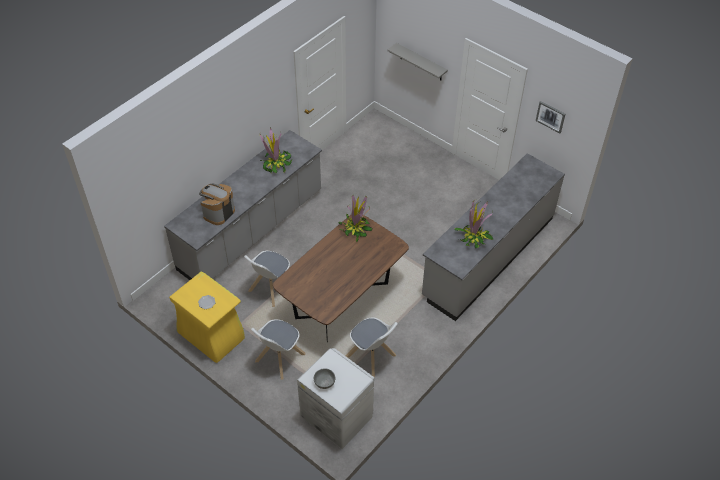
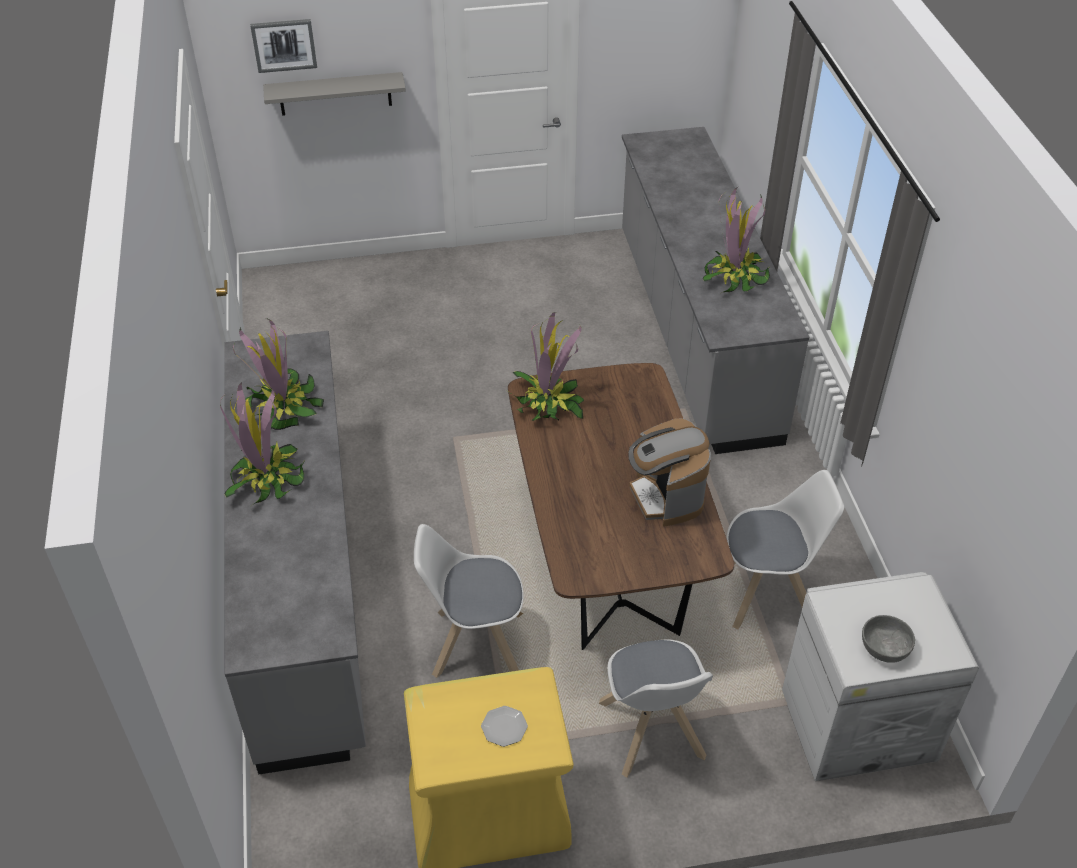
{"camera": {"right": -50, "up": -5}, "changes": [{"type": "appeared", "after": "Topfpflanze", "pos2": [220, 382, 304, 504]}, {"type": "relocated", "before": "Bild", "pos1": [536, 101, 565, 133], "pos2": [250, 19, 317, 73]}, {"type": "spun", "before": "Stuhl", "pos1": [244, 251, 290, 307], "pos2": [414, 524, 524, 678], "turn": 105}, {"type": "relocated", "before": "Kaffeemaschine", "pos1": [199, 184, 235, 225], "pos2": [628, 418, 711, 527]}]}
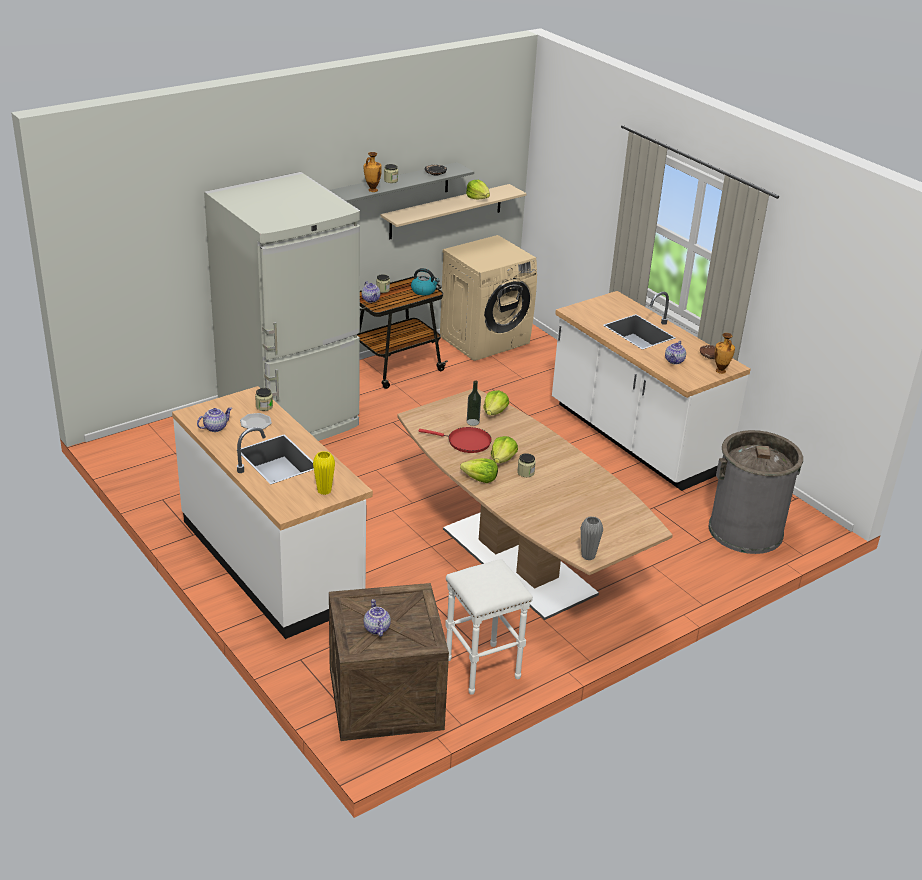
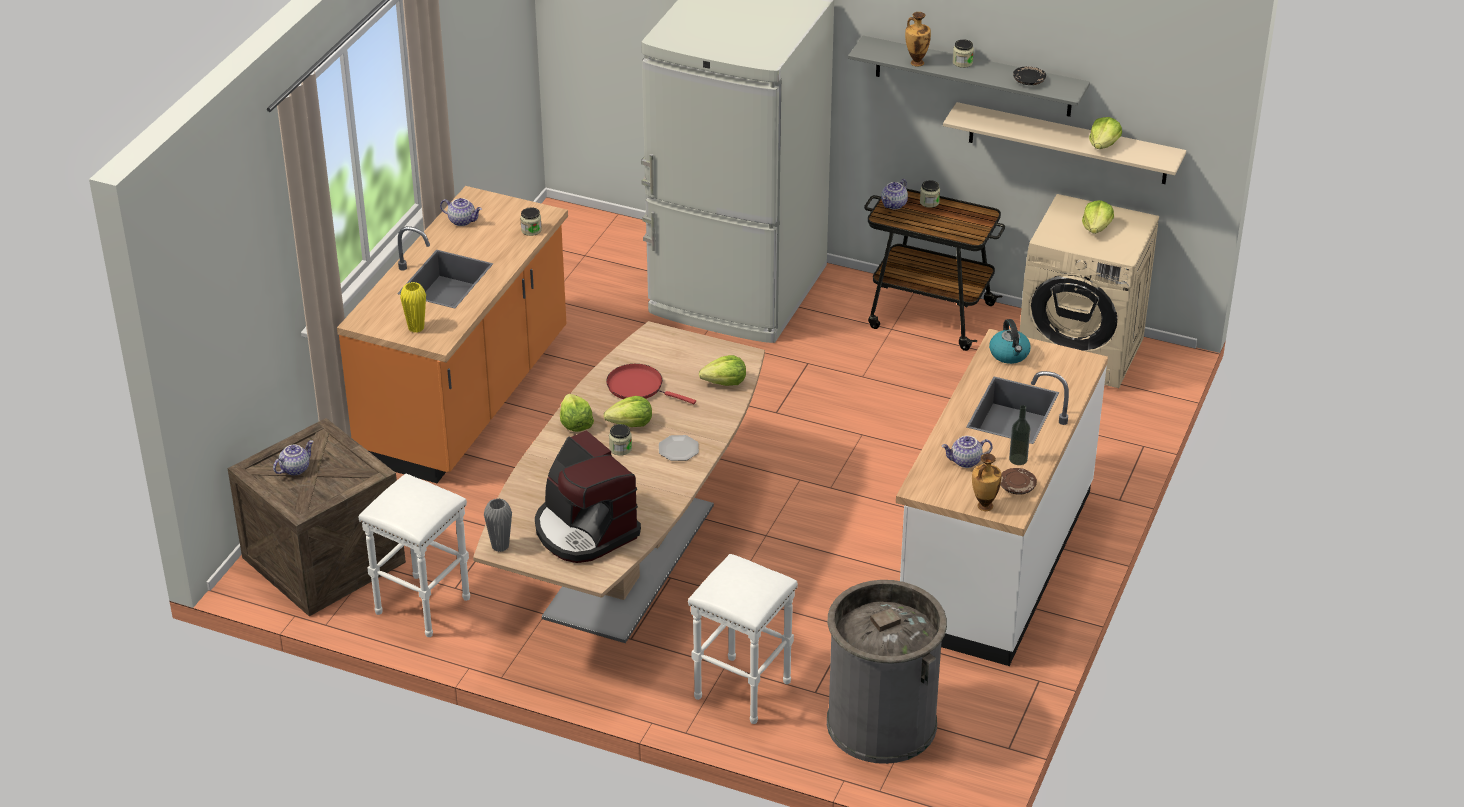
{"camera": {"right": 60, "up": 5}, "changes": [{"type": "colour", "before": "Küchenzeile [weiß]", "after": "Küchenzeile [orange]", "pos1": [172, 386, 373, 639], "pos2": [337, 186, 568, 483]}, {"type": "appeared", "after": "Kaffeemaschine", "pos2": [535, 430, 641, 563]}, {"type": "spun", "before": "Pfanne [rot]", "pos1": [418, 427, 492, 453], "pos2": [606, 364, 696, 404], "turn": 135}, {"type": "relocated", "before": "Teller", "pos1": [240, 413, 272, 429], "pos2": [659, 435, 699, 461]}, {"type": "appeared", "after": "Hocker [weiß]", "pos2": [688, 554, 798, 724]}, {"type": "relocated", "before": "Wasserkessel", "pos1": [411, 268, 440, 295], "pos2": [989, 319, 1031, 364]}, {"type": "relocated", "before": "Flasche", "pos1": [467, 380, 481, 426], "pos2": [1009, 405, 1031, 465]}, {"type": "appeared", "after": "Salatkopf", "pos2": [1082, 200, 1114, 234]}]}
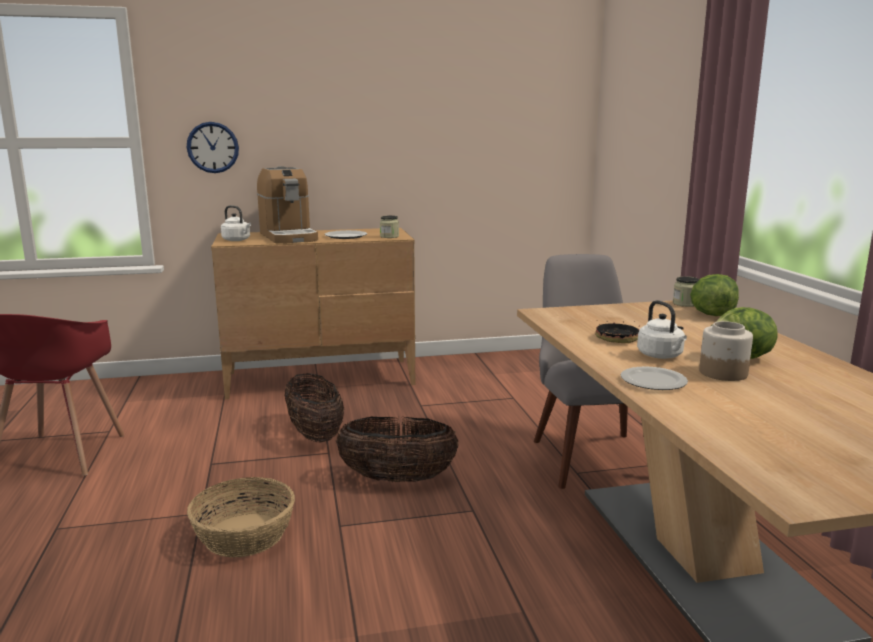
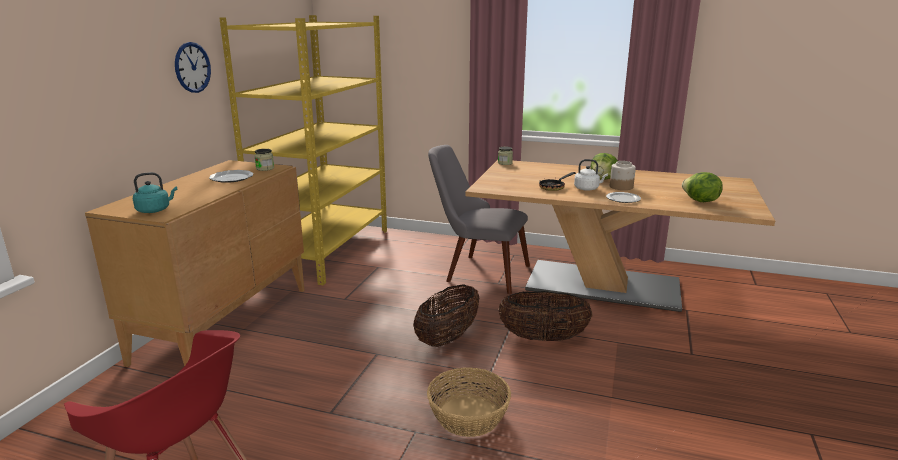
{"camera": {"right": -60, "up": 5}, "changes": [{"type": "colour", "before": "Wasserkessel [weiß]", "after": "Wasserkessel [türkis]", "pos1": [221, 205, 251, 241], "pos2": [133, 172, 177, 213]}, {"type": "relocated", "before": "Wanduhr", "pos1": [187, 122, 239, 173], "pos2": [175, 42, 211, 93]}, {"type": "appeared", "after": "Bücherregal [gelb]", "pos2": [219, 15, 387, 285]}, {"type": "relocated", "before": "Korb", "pos1": [284, 373, 344, 442], "pos2": [498, 291, 593, 341]}, {"type": "relocated", "before": "Salatkopf", "pos1": [690, 274, 739, 316], "pos2": [682, 172, 723, 202]}, {"type": "missing", "before": "Kaffeemaschine", "pos1": [257, 166, 318, 244]}]}
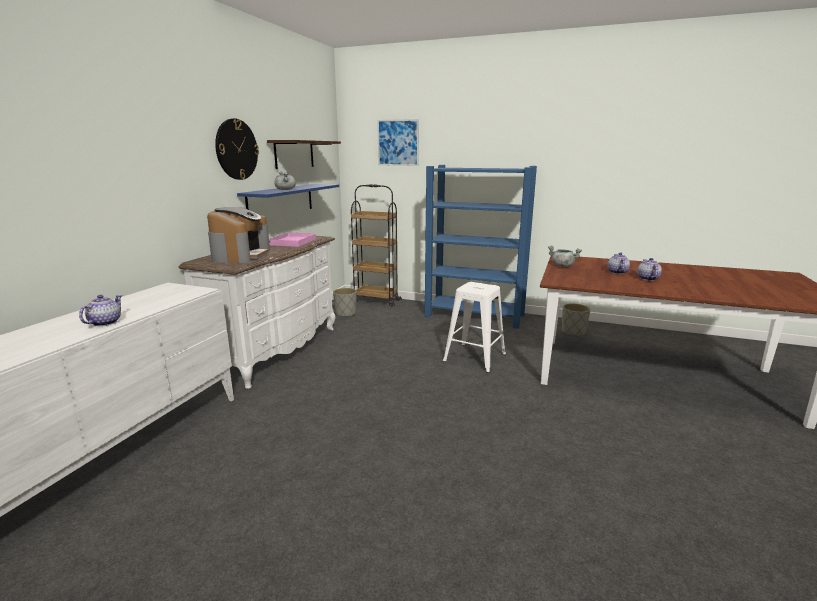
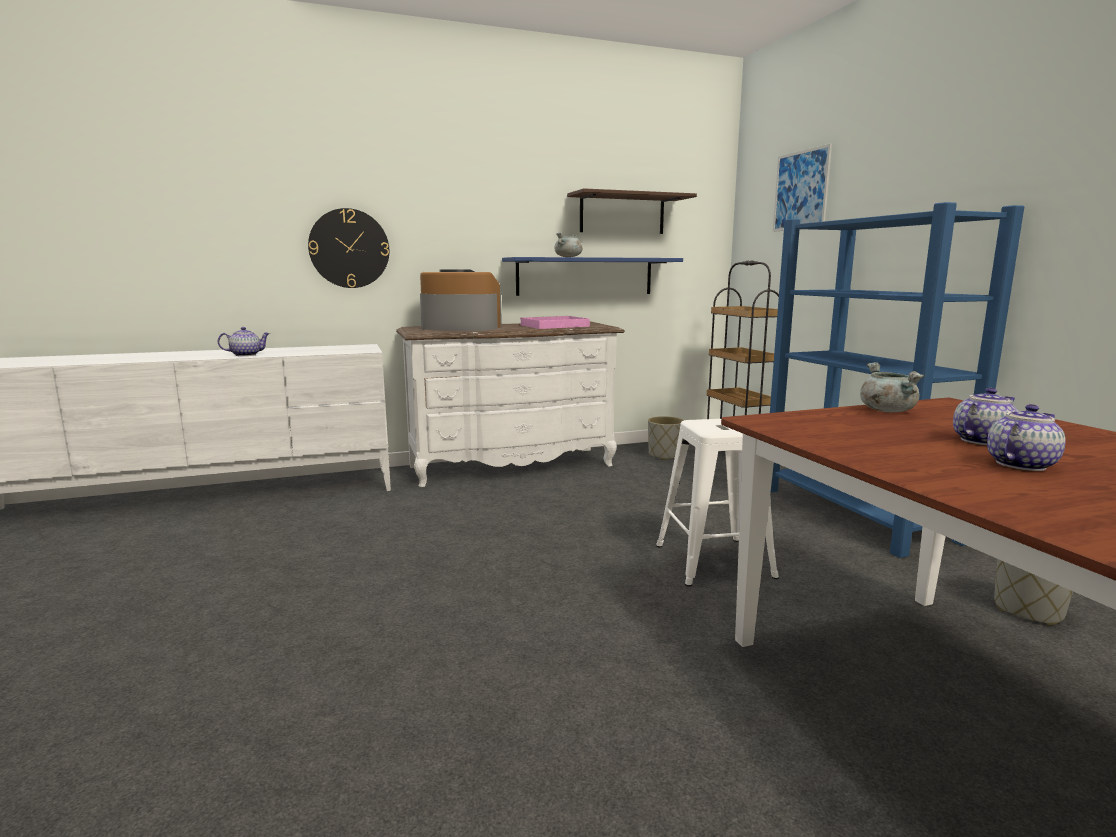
{"camera": {"right": 50, "up": -5}, "changes": [{"type": "relocated", "before": "Wanduhr", "pos1": [215, 118, 259, 180], "pos2": [308, 208, 389, 288]}, {"type": "spun", "before": "Kaffeemaschine", "pos1": [207, 207, 270, 263], "pos2": [420, 269, 502, 331], "turn": -135}]}
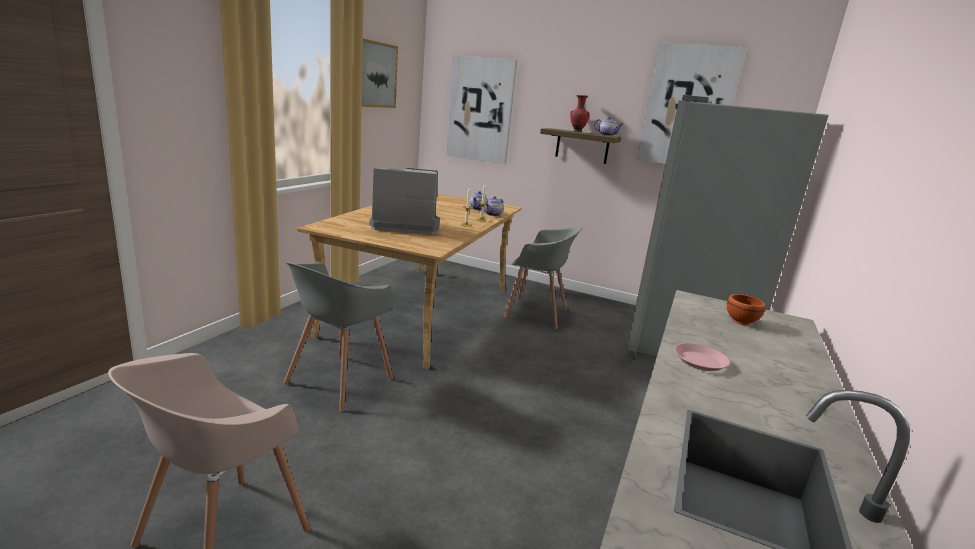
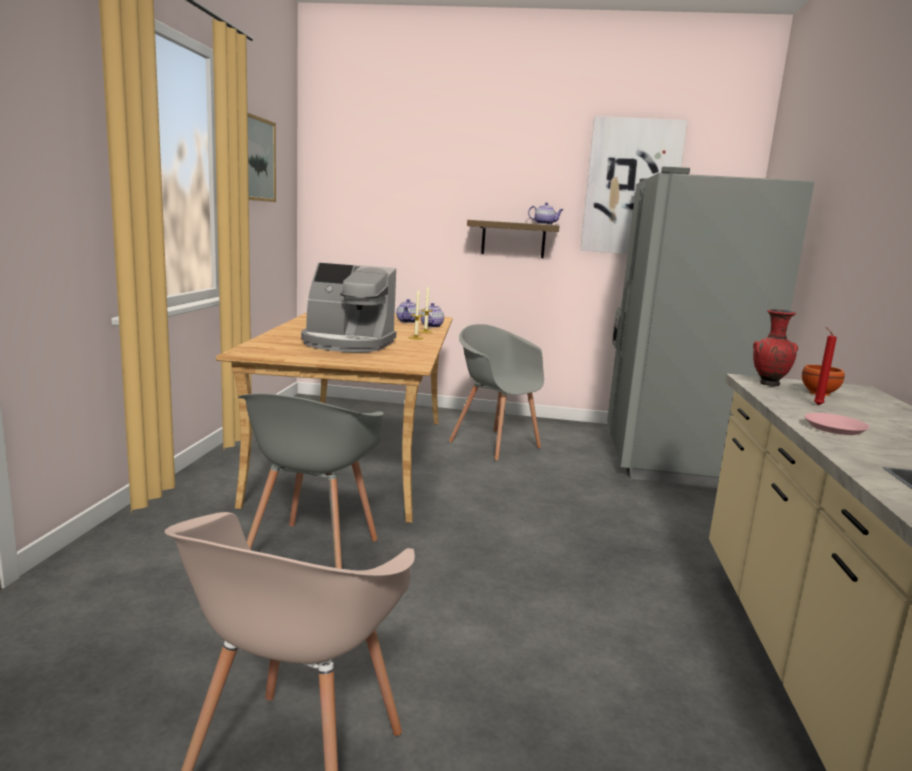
{"camera": {"right": -15, "up": -5}, "changes": [{"type": "spun", "before": "Kaffeemaschine", "pos1": [369, 168, 440, 235], "pos2": [301, 263, 396, 353], "turn": -150}, {"type": "spun", "before": "Stuhl [grau]", "pos1": [504, 227, 583, 329], "pos2": [449, 324, 544, 461], "turn": -135}, {"type": "relocated", "before": "Vase [rot]", "pos1": [570, 95, 590, 132], "pos2": [753, 309, 798, 386]}, {"type": "appeared", "after": "Kerze [rot]", "pos2": [814, 327, 837, 405]}, {"type": "missing", "before": "Bild", "pos1": [446, 55, 517, 164]}]}
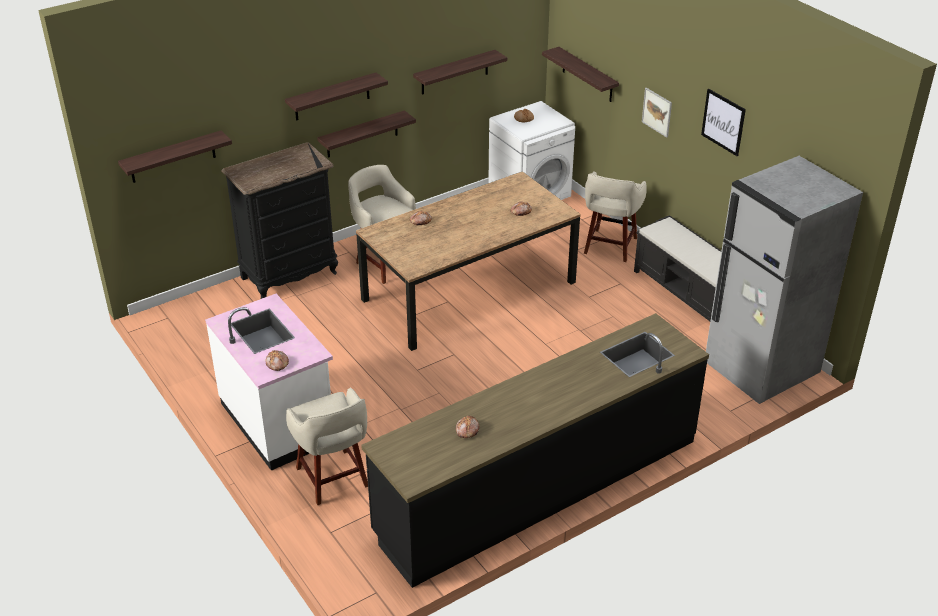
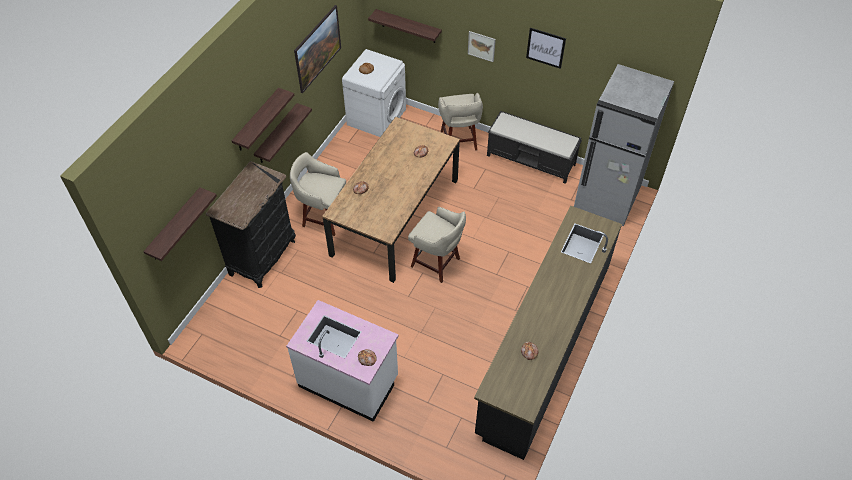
{"camera": {"right": -30, "up": 15}, "changes": [{"type": "exchanged", "before": "Wandregal", "after": "Bild", "pos1": [413, 50, 507, 95], "pos2": [294, 5, 341, 93]}, {"type": "relocated", "before": "Hocker [beige]", "pos1": [286, 387, 368, 505], "pos2": [408, 207, 466, 283]}]}
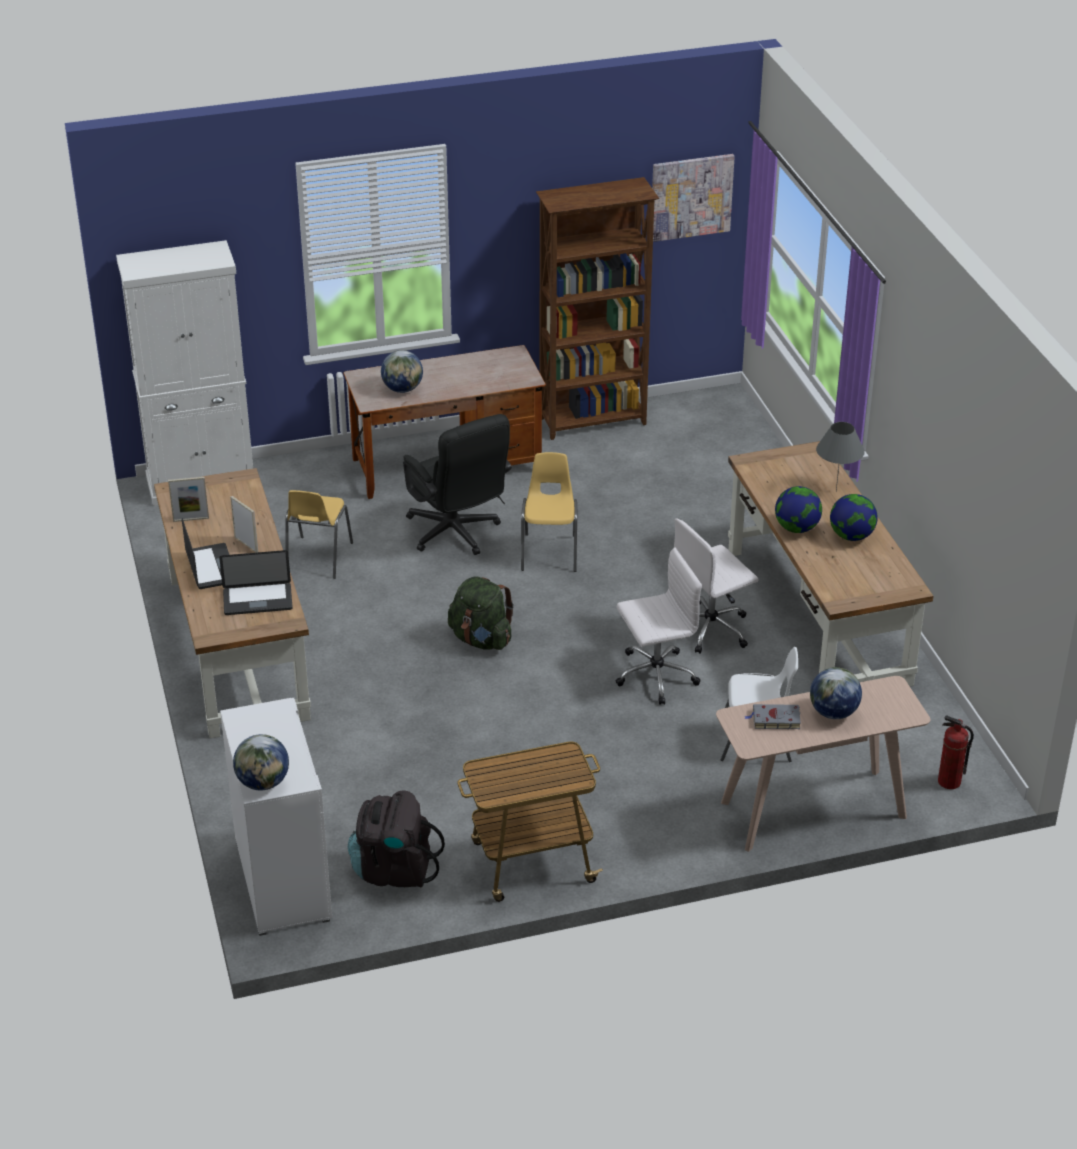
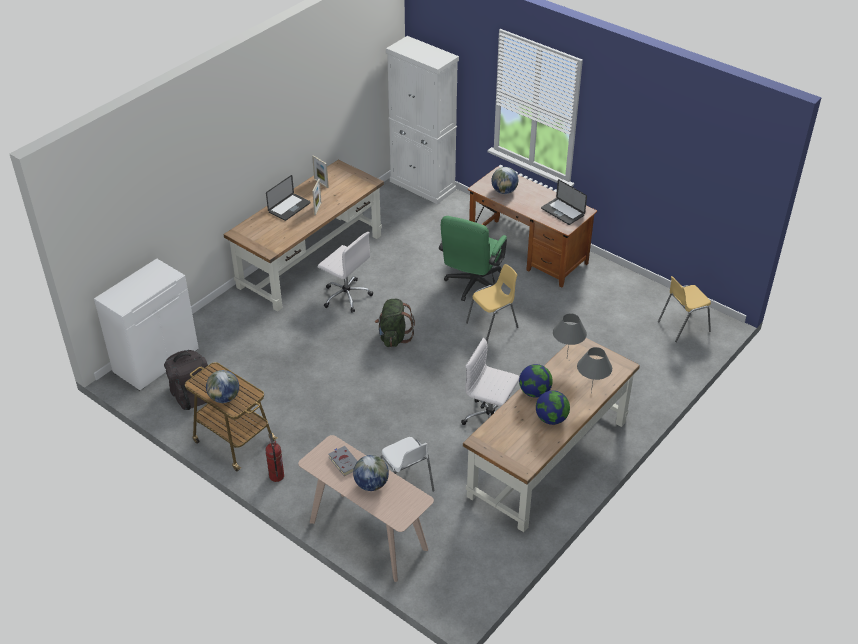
{"camera": {"right": 55, "up": 5}, "changes": [{"type": "relocated", "before": "Globus", "pos1": [233, 734, 289, 790], "pos2": [206, 370, 239, 403]}, {"type": "relocated", "before": "Feuerlöscher", "pos1": [938, 715, 974, 789], "pos2": [265, 433, 284, 482]}, {"type": "relocated", "before": "Bürostuhl [weiß]", "pos1": [616, 547, 702, 705], "pos2": [318, 232, 373, 312]}, {"type": "colour", "before": "Bürostuhl [schwarz]", "after": "Bürostuhl [grün]", "pos1": [403, 414, 511, 555], "pos2": [439, 216, 507, 301]}, {"type": "relocated", "before": "Laptop", "pos1": [219, 550, 293, 615], "pos2": [541, 179, 587, 225]}, {"type": "appeared", "after": "Tischlampe [grau]", "pos2": [553, 313, 587, 355]}, {"type": "relocated", "before": "Stuhl [gelb]", "pos1": [285, 490, 353, 579], "pos2": [658, 276, 711, 342]}, {"type": "missing", "before": "Bücherregal [braun]", "pos1": [536, 177, 659, 440]}, {"type": "missing", "before": "Bild", "pos1": [652, 154, 735, 242]}]}
